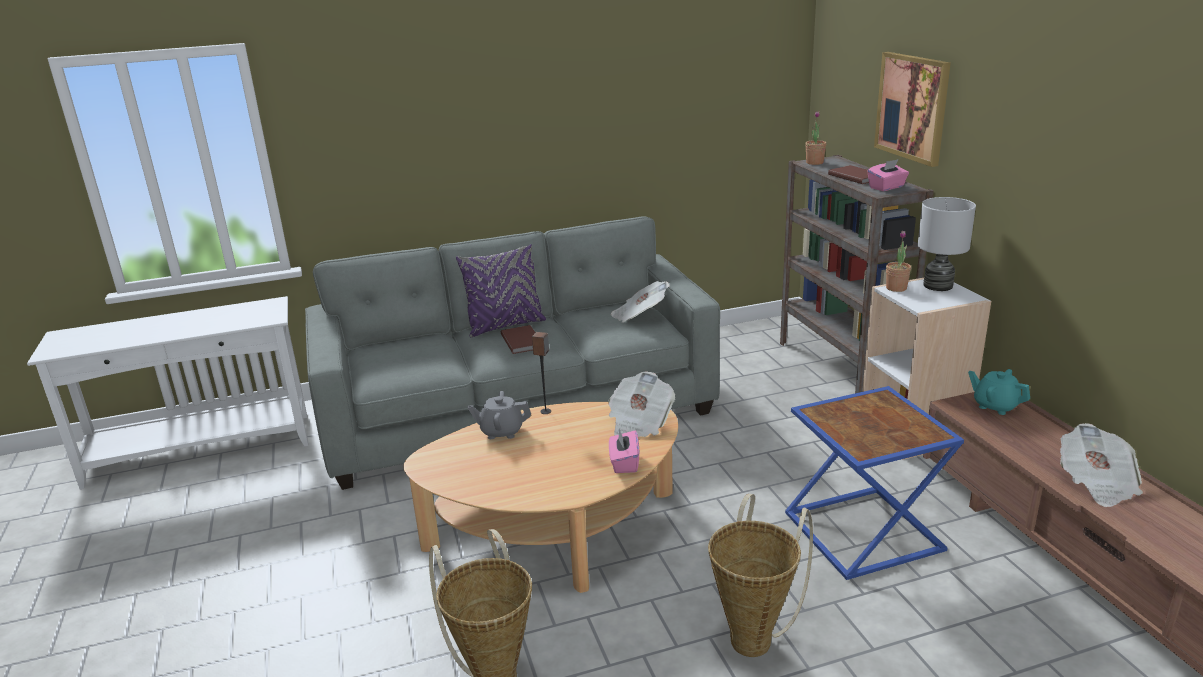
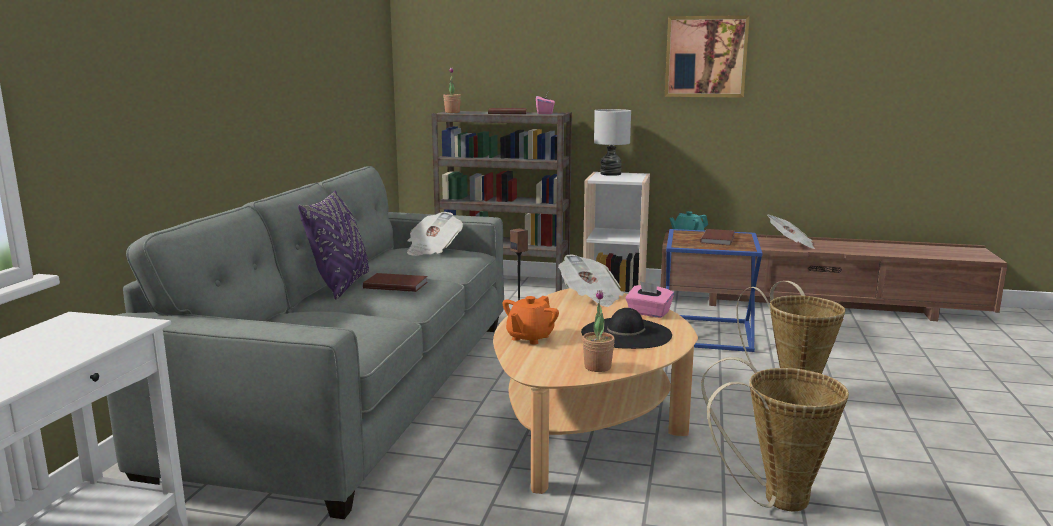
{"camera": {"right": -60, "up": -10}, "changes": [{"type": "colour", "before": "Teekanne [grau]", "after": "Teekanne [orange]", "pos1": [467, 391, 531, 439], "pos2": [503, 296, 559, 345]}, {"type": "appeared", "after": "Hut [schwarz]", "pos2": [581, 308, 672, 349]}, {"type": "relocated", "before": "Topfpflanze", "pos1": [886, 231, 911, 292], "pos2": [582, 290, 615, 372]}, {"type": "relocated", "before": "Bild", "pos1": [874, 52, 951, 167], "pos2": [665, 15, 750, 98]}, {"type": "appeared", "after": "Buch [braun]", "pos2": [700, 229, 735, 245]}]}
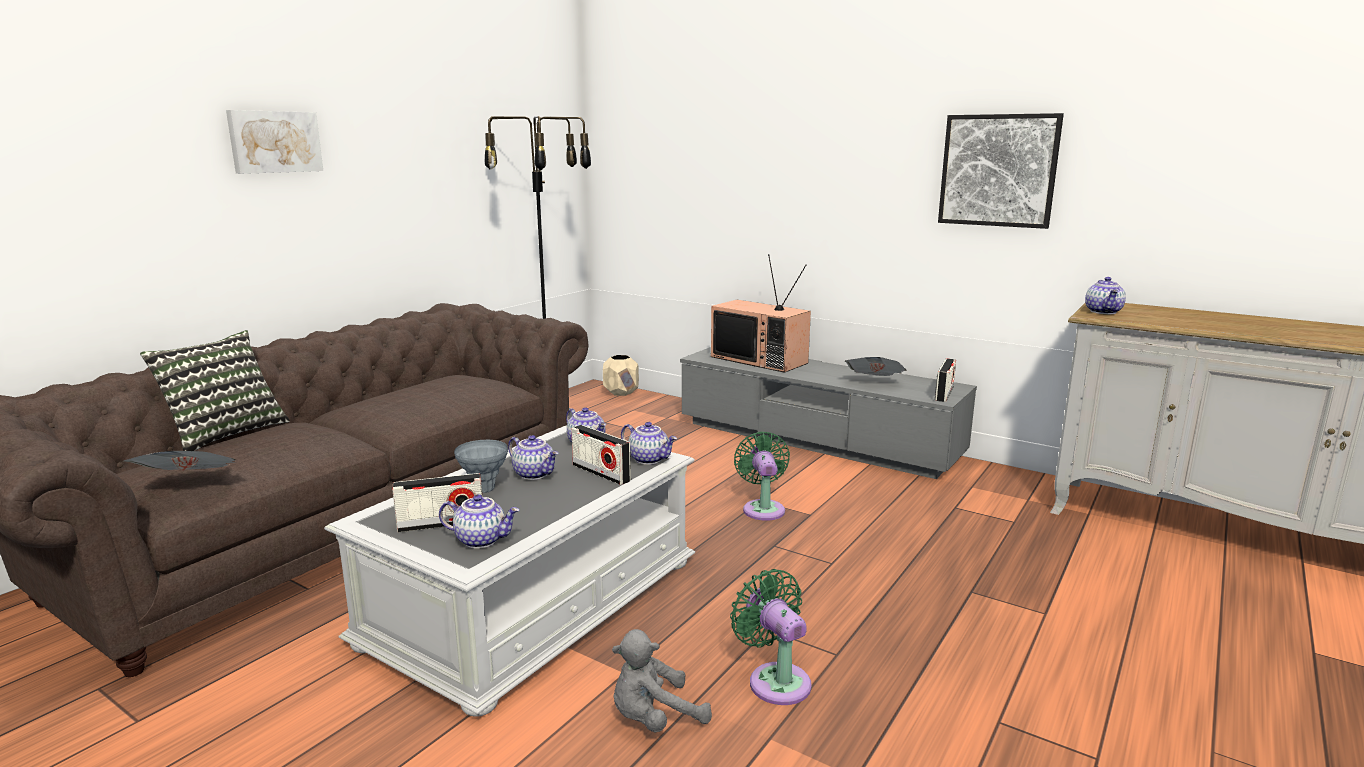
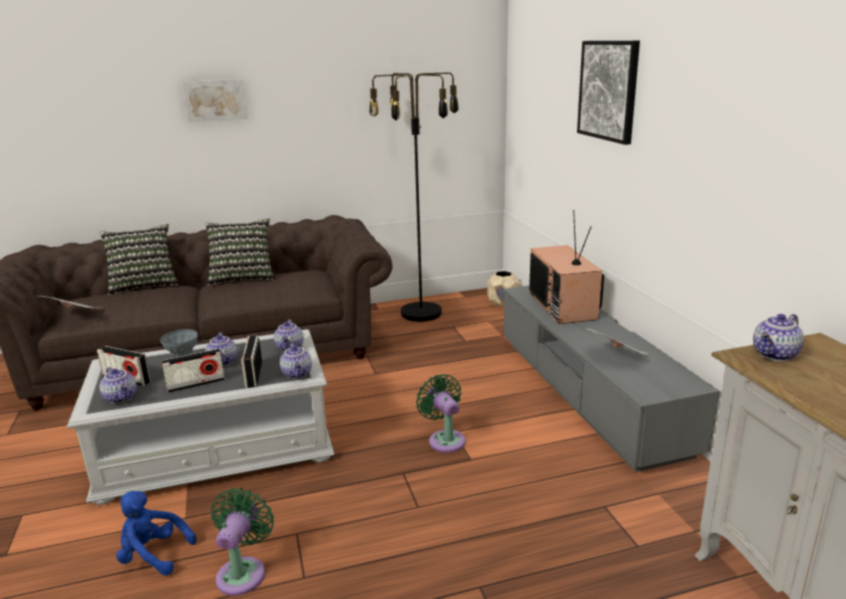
{"camera": {"right": 40, "up": 5}, "changes": [{"type": "colour", "before": "Plüschtier [grau]", "after": "Plüschtier [blau]", "pos1": [612, 629, 712, 733], "pos2": [116, 491, 196, 576]}, {"type": "relocated", "before": "Radio", "pos1": [935, 358, 956, 402], "pos2": [161, 349, 225, 393]}, {"type": "appeared", "after": "Kissen", "pos2": [205, 219, 275, 285]}, {"type": "spun", "before": "Ventilator [grün]", "pos1": [734, 431, 790, 521], "pos2": [416, 374, 466, 453], "turn": -60}, {"type": "relocated", "before": "Bild", "pos1": [938, 113, 1064, 229], "pos2": [577, 41, 640, 145]}]}
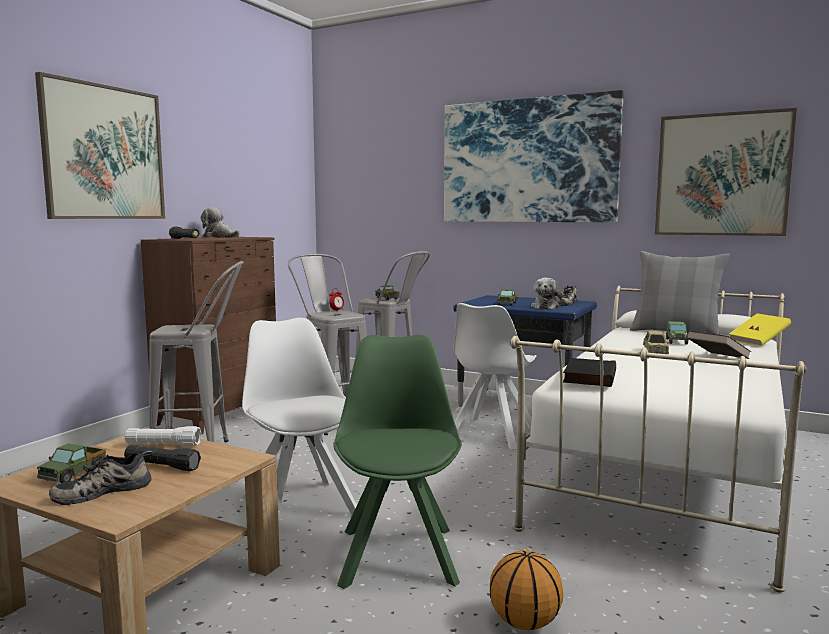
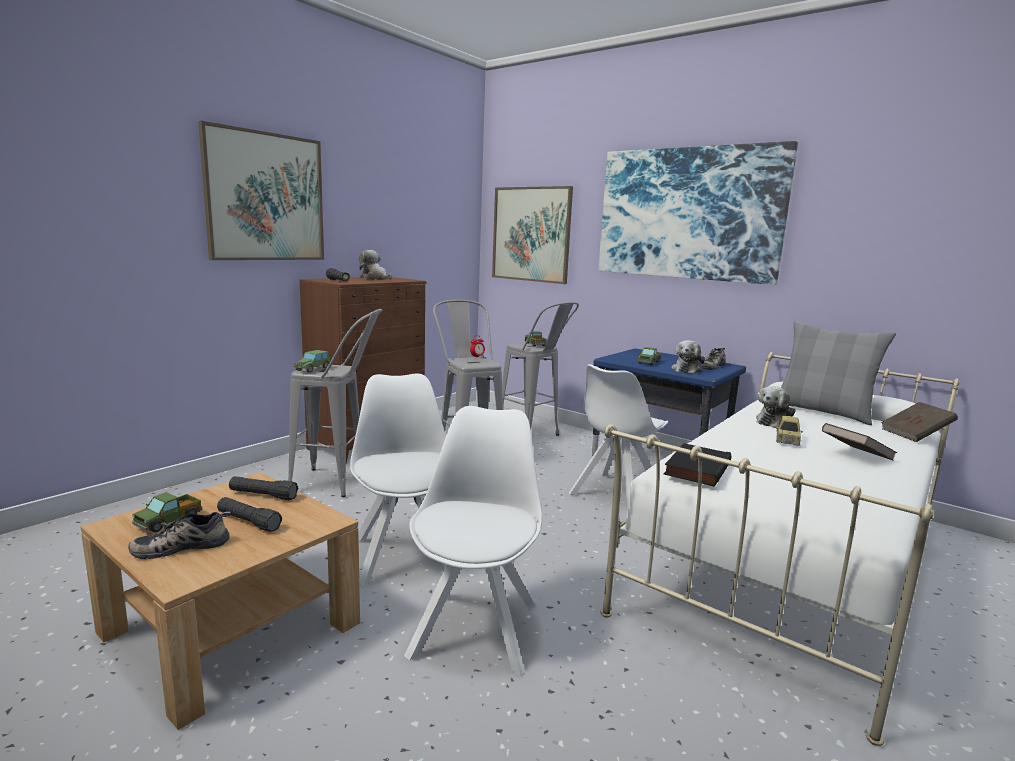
{"camera": {"right": 10, "up": 5}, "changes": [{"type": "colour", "before": "Taschenlampe [weiß]", "after": "Taschenlampe [schwarz]", "pos1": [125, 426, 201, 446], "pos2": [229, 476, 298, 500]}, {"type": "relocated", "before": "Spielzeugauto", "pos1": [666, 321, 689, 344], "pos2": [293, 350, 330, 373]}, {"type": "colour", "before": "Stuhl [grün]", "after": "Stuhl [weiß]", "pos1": [333, 335, 462, 589], "pos2": [404, 406, 542, 676]}, {"type": "relocated", "before": "Bild", "pos1": [655, 108, 797, 236], "pos2": [492, 186, 573, 284]}, {"type": "appeared", "after": "Plüschtier", "pos2": [756, 386, 796, 428]}, {"type": "colour", "before": "Buch [gelb]", "after": "Buch [braun]", "pos1": [729, 313, 791, 346], "pos2": [881, 402, 958, 442]}, {"type": "missing", "before": "Basketball", "pos1": [490, 551, 563, 630]}]}
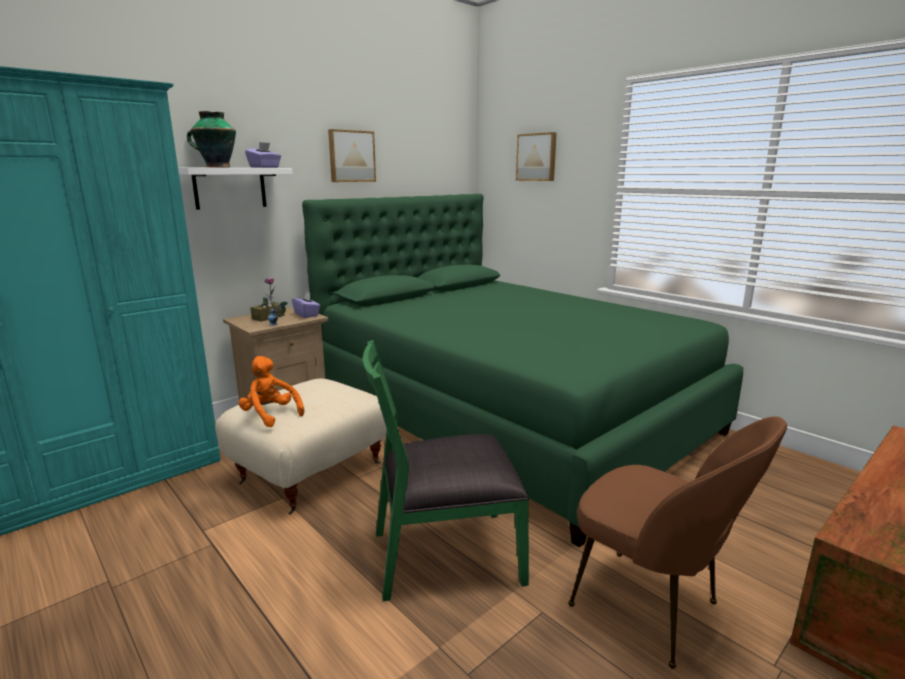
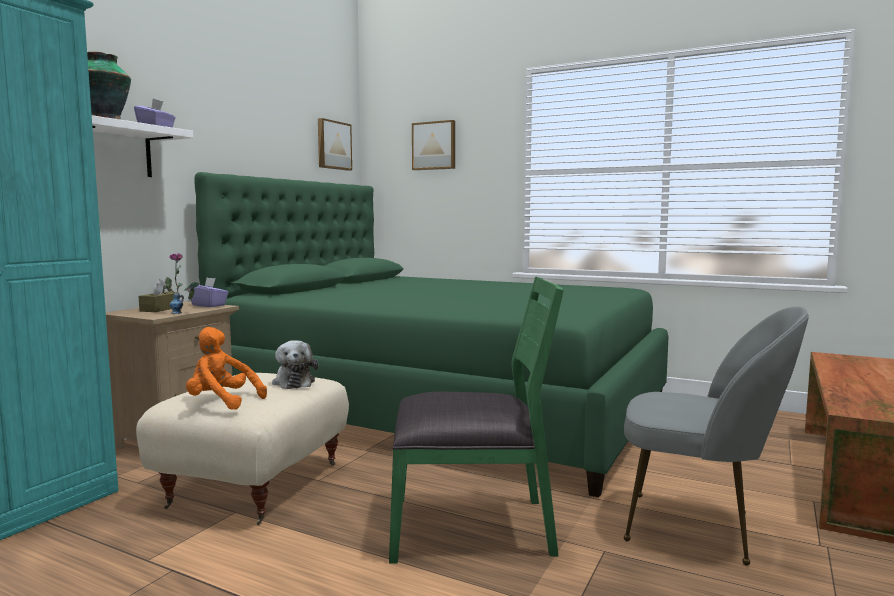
{"camera": {"right": -20, "up": -10}, "changes": [{"type": "appeared", "after": "Plüschtier", "pos2": [272, 340, 318, 389]}, {"type": "relocated", "before": "Bild", "pos1": [328, 129, 376, 182], "pos2": [318, 118, 352, 171]}, {"type": "spun", "before": "Stuhl [grün]", "pos1": [363, 340, 529, 601], "pos2": [389, 276, 564, 564], "turn": -150}, {"type": "colour", "before": "Stuhl [braun]", "after": "Stuhl [grau]", "pos1": [569, 416, 787, 669], "pos2": [624, 307, 809, 566]}]}
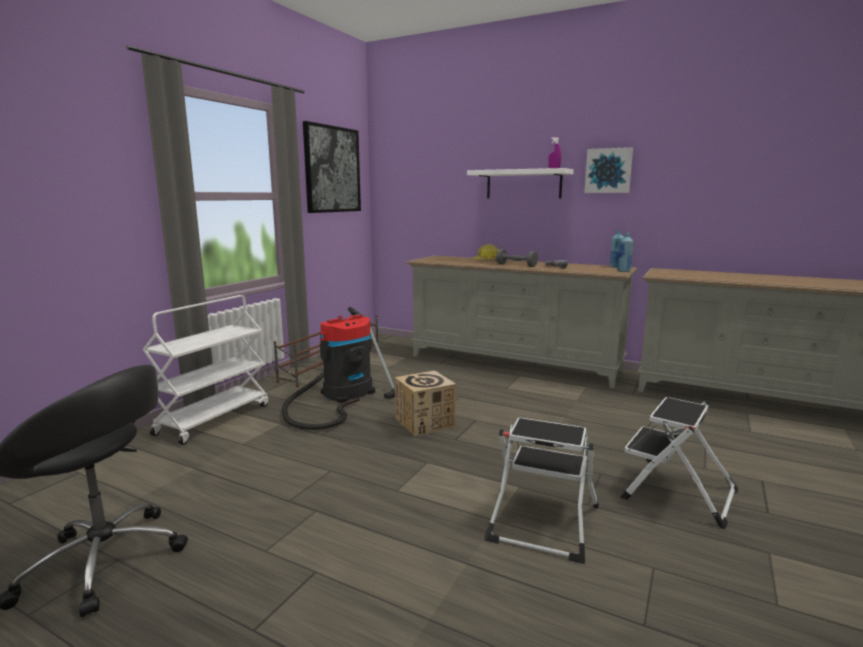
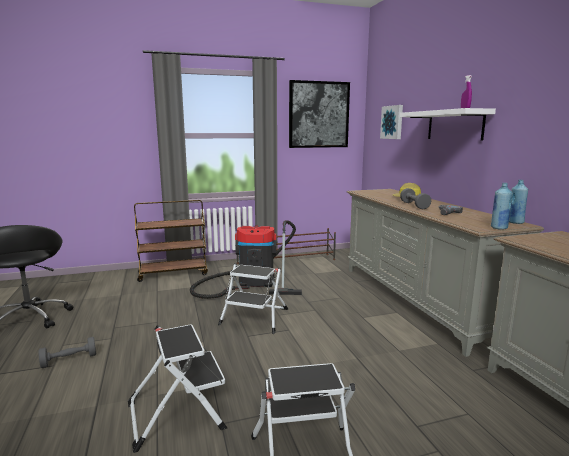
{"camera": {"right": 45, "up": 0}, "changes": [{"type": "appeared", "after": "Hantel [grau]", "pos2": [39, 337, 96, 368]}, {"type": "colour", "before": "Rollwagen [weiß]", "after": "Rollwagen [braun]", "pos1": [142, 295, 268, 445], "pos2": [134, 200, 208, 282]}, {"type": "exchanged", "before": "Karton", "after": "Trittleiter", "pos1": [395, 370, 456, 436], "pos2": [218, 263, 288, 334]}, {"type": "relocated", "before": "Bild", "pos1": [584, 147, 633, 193], "pos2": [380, 105, 403, 139]}]}
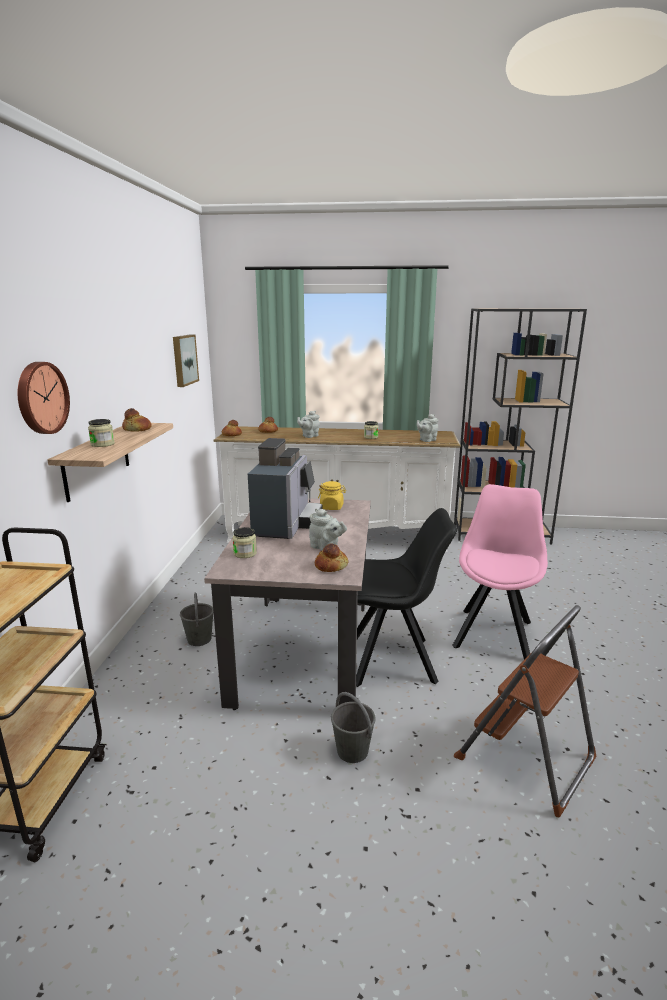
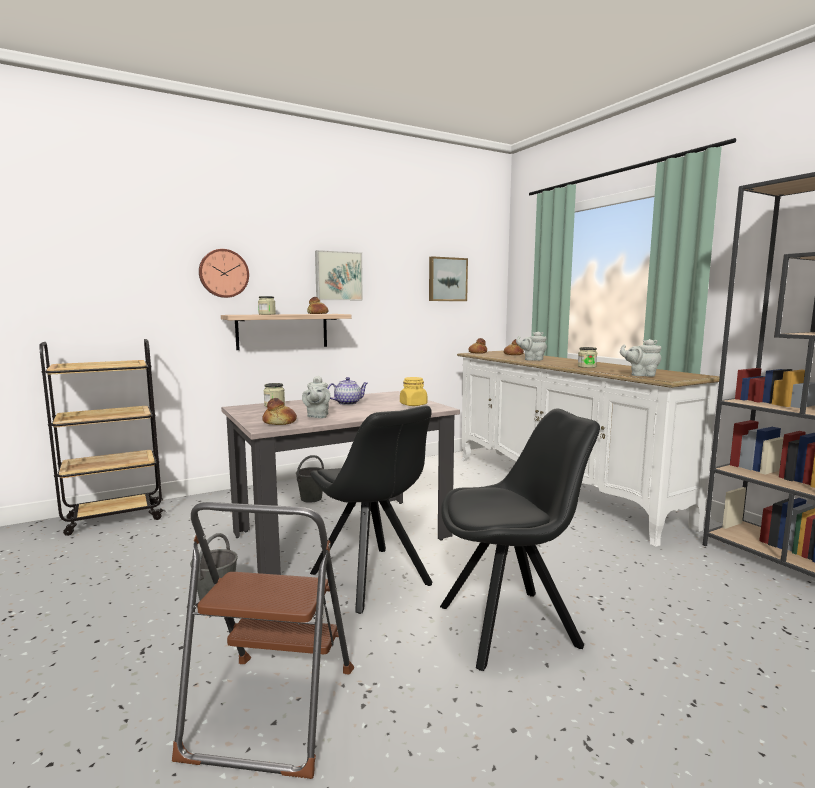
{"camera": {"right": 55, "up": -10}, "changes": [{"type": "appeared", "after": "Bild", "pos2": [315, 250, 363, 300]}, {"type": "exchanged", "before": "Kaffeemaschine", "after": "Teekanne", "pos1": [248, 438, 322, 539], "pos2": [327, 377, 368, 405]}, {"type": "colour", "before": "Stuhl [rosa]", "after": "Stuhl [schwarz]", "pos1": [452, 484, 548, 660], "pos2": [440, 408, 600, 671]}]}
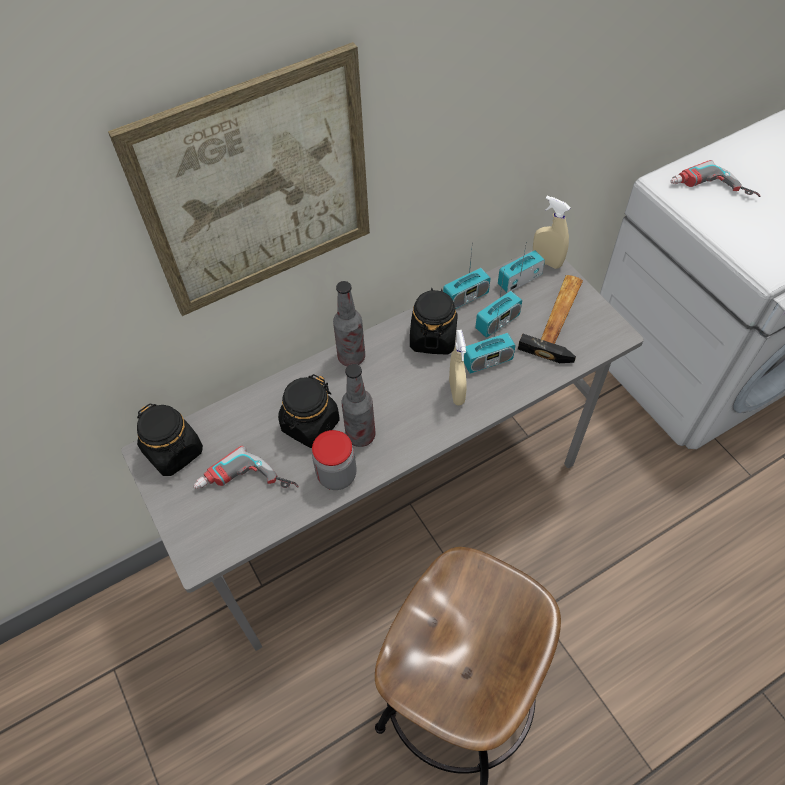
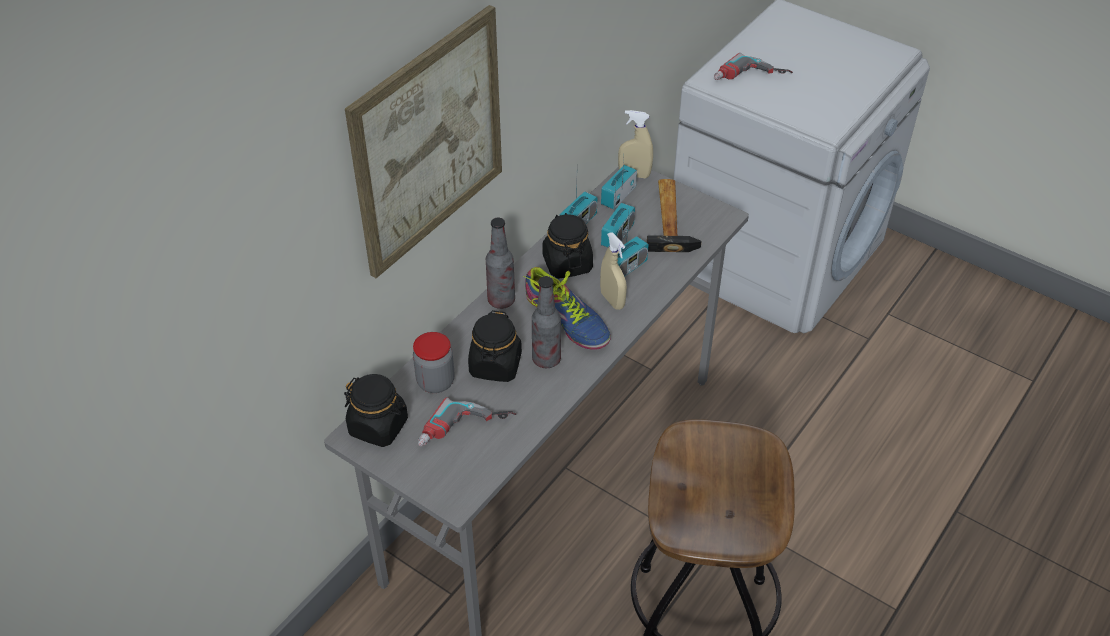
{"camera": {"right": -25, "up": -10}, "changes": [{"type": "relocated", "before": "Vorratsglas", "pos1": [312, 430, 357, 490], "pos2": [413, 332, 455, 393]}, {"type": "appeared", "after": "Schuh", "pos2": [523, 267, 611, 350]}]}
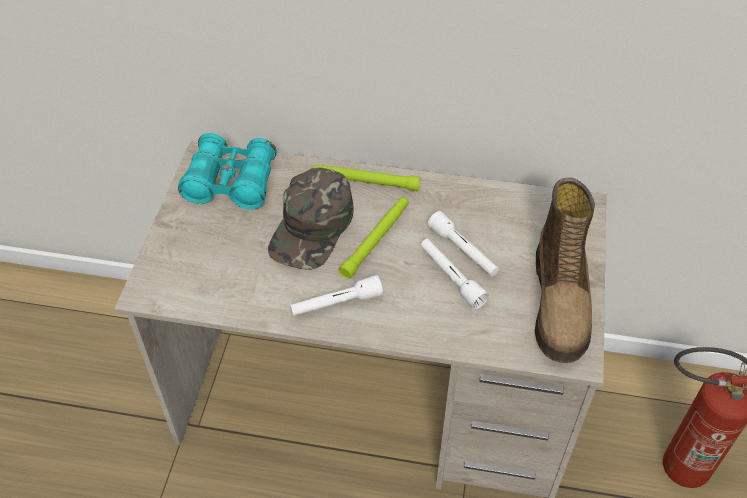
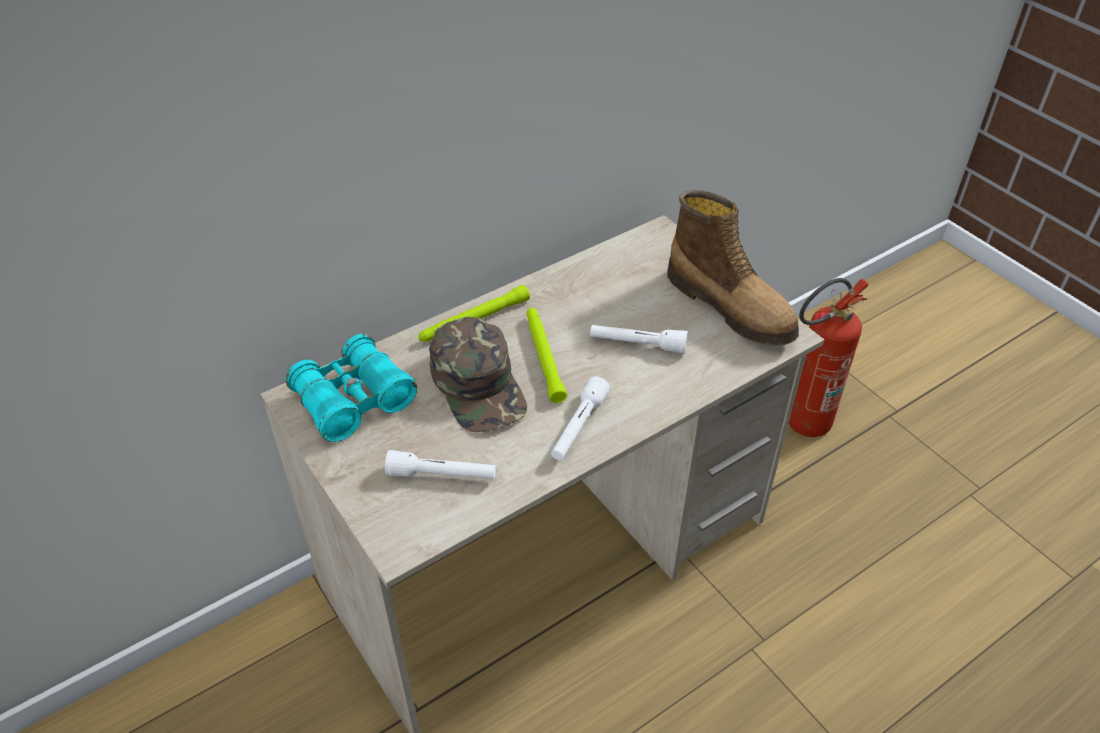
{"camera": {"right": -45, "up": -5}, "changes": [{"type": "relocated", "before": "Taschenlampe [weiß]", "pos1": [427, 211, 499, 276], "pos2": [385, 450, 496, 479]}]}
